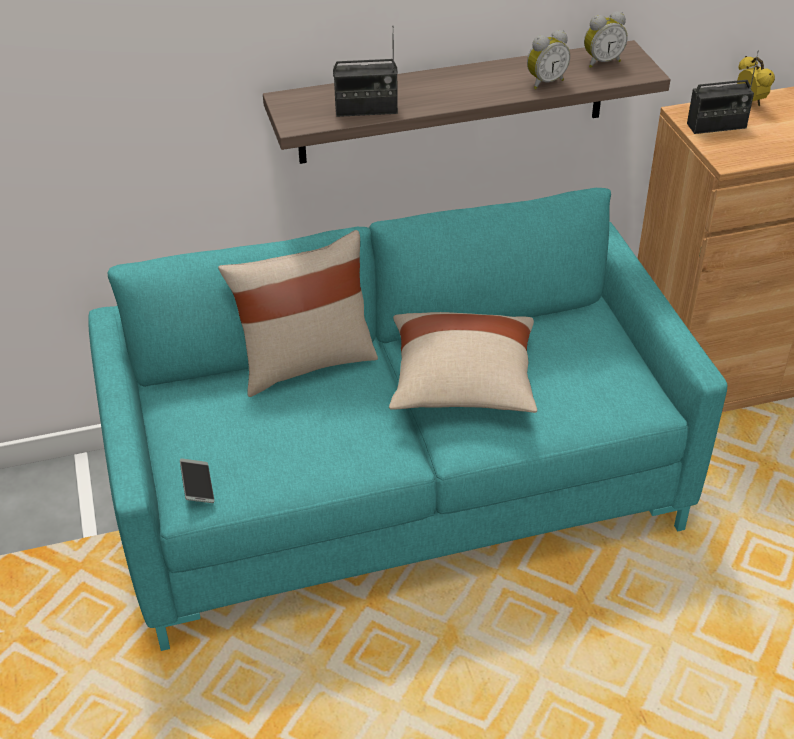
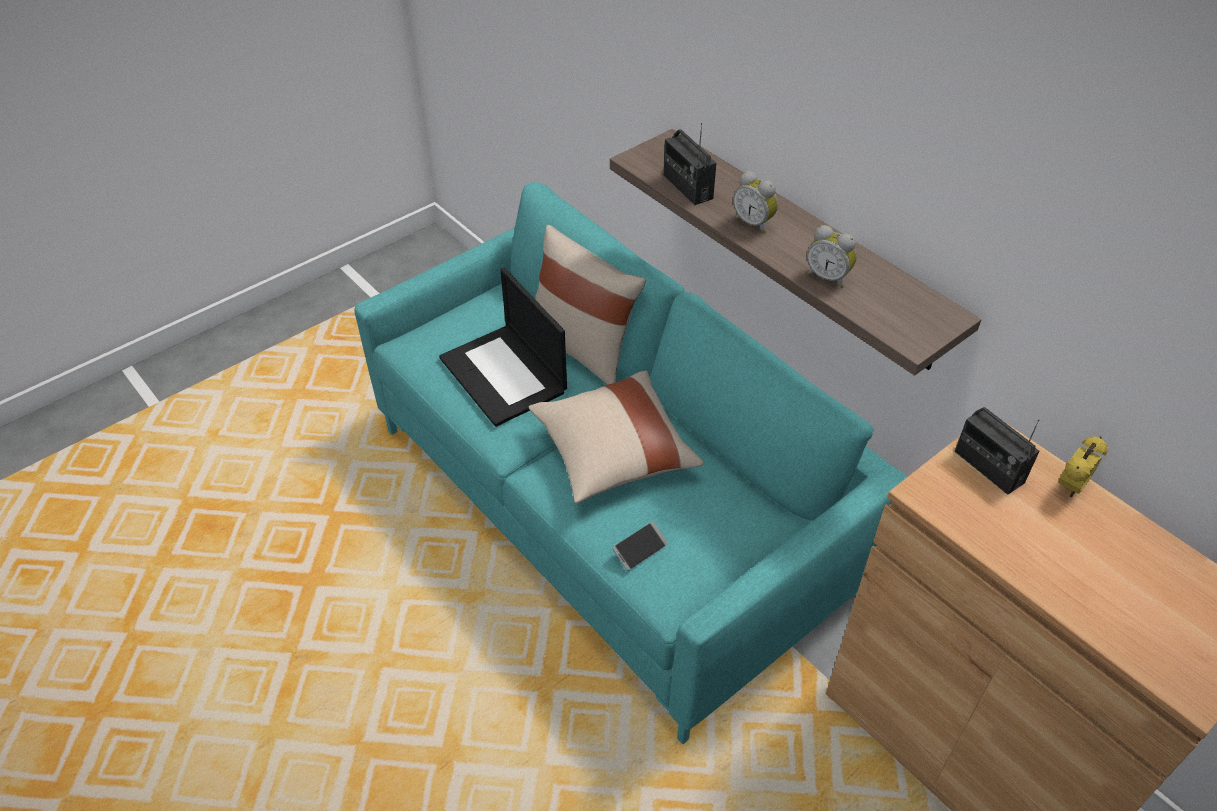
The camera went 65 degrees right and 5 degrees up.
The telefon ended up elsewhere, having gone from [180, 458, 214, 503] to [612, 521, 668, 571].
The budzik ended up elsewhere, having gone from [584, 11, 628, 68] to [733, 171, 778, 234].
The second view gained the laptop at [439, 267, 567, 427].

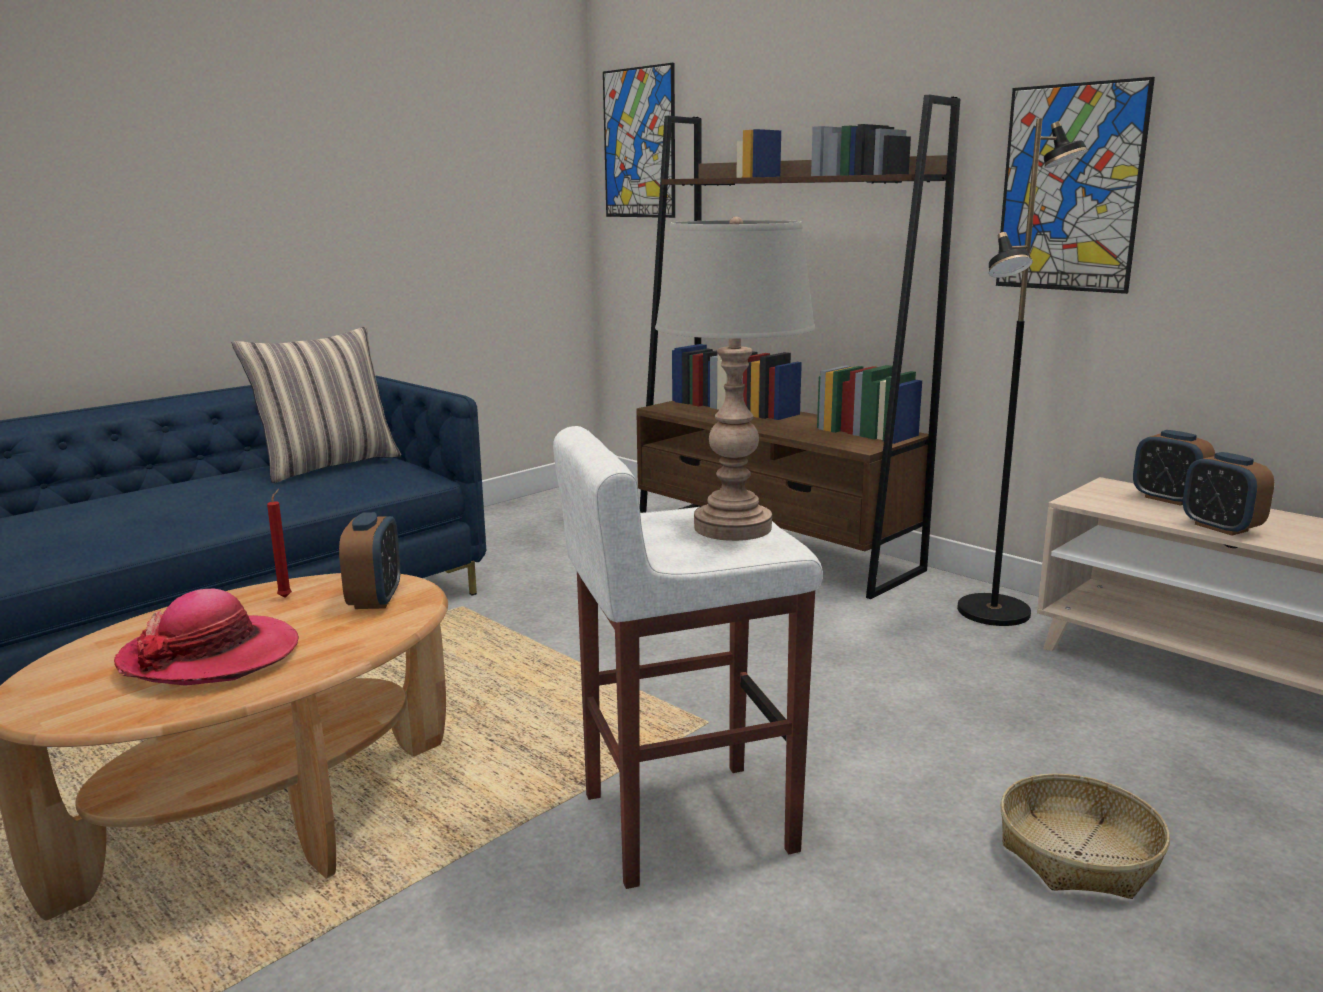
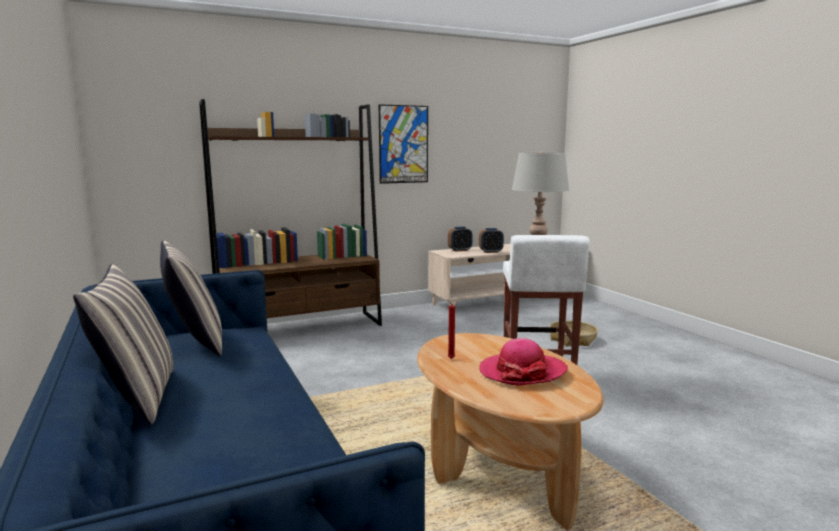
The camera went 70 degrees left and 5 degrees down.
The second view lost the budzik at [339, 512, 401, 609].
The second view lost the obraz at [603, 63, 675, 218].
The second view lost the lampa stojąca [czarny] at [957, 118, 1088, 626].
The second view gained the poduszka at [73, 263, 173, 425].

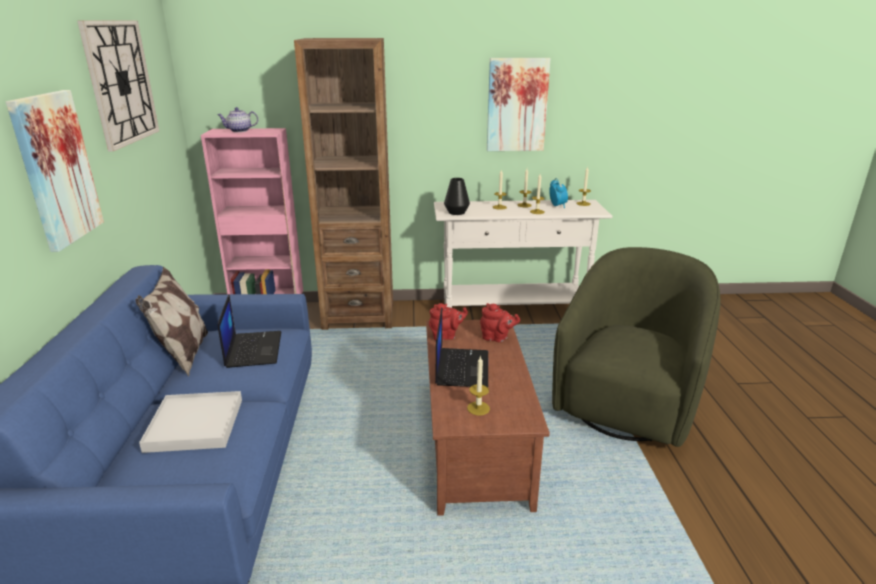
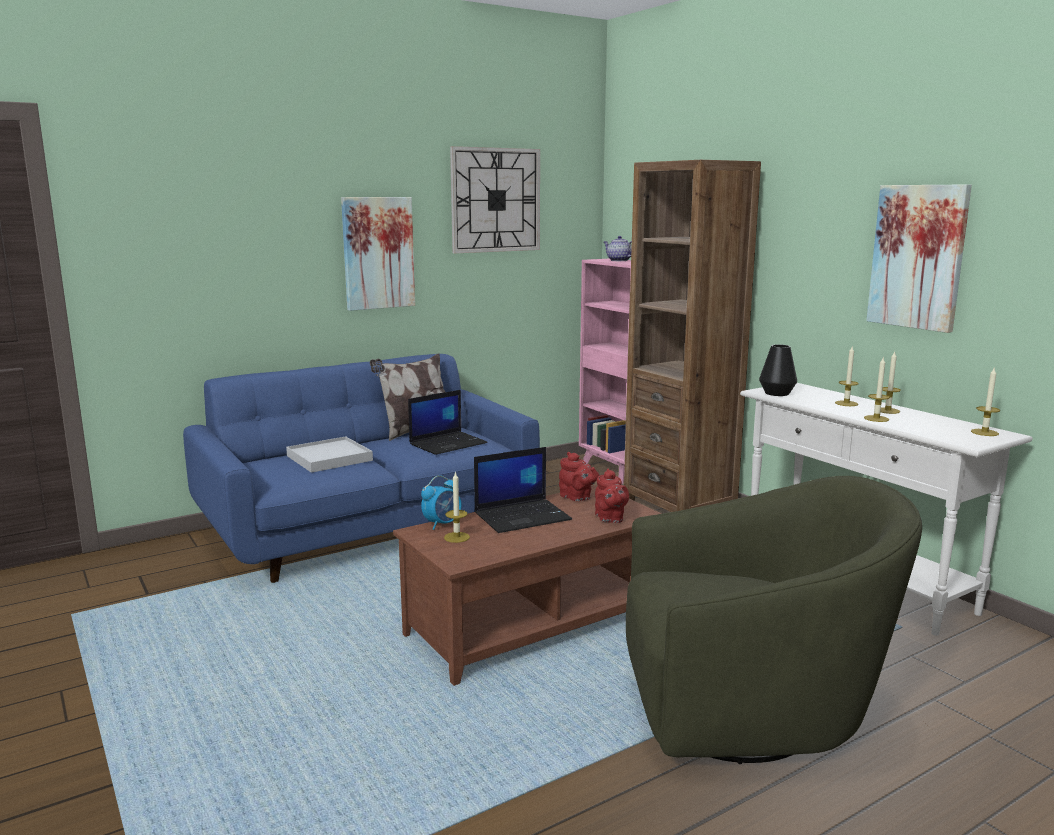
The camera went 60 degrees right and 10 degrees down.
The budzik ended up elsewhere, having gone from [549, 178, 568, 208] to [421, 475, 462, 530].

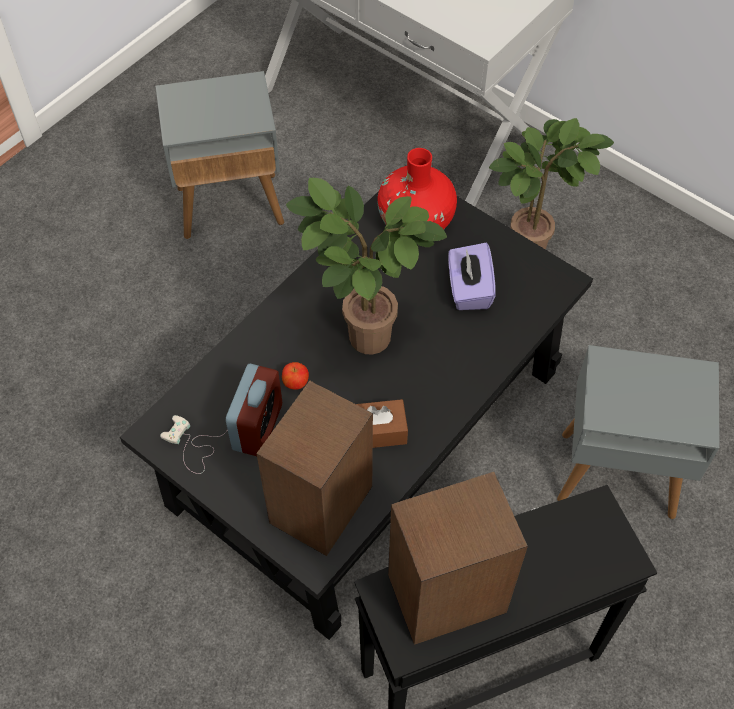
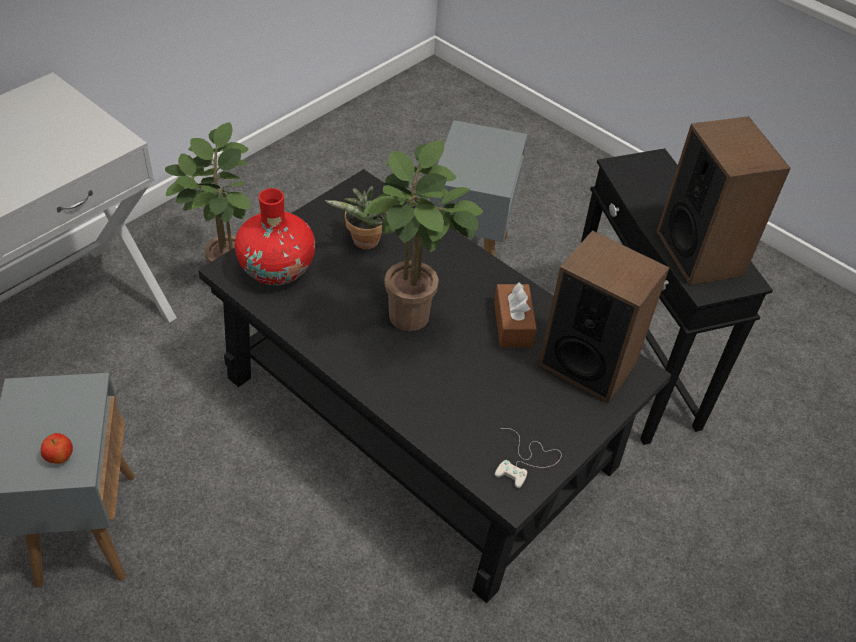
The camera went 90 degrees left and 10 degrees down.
The second view lost the budzik at [226, 363, 282, 456].
The jabłko ended up elsewhere, having gone from [282, 362, 309, 390] to [41, 433, 73, 464].
Where the pudełko chusteczek [fioletowy] stood at [448, 243, 496, 310], the roślina doniczkowa came to stand at [324, 186, 387, 249].

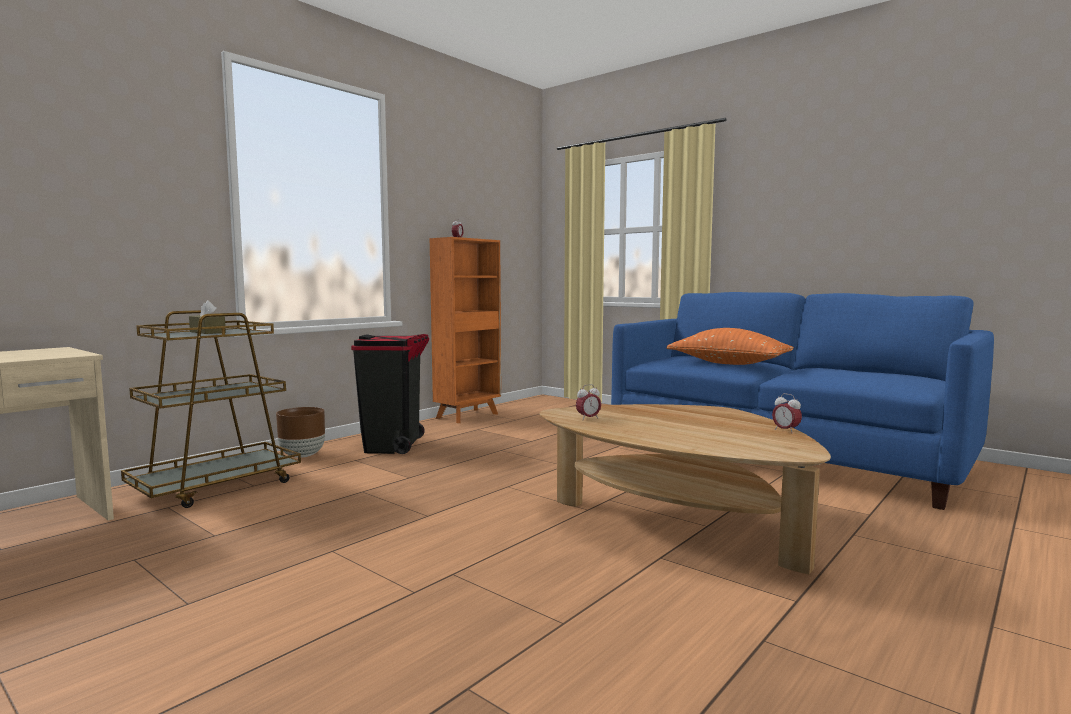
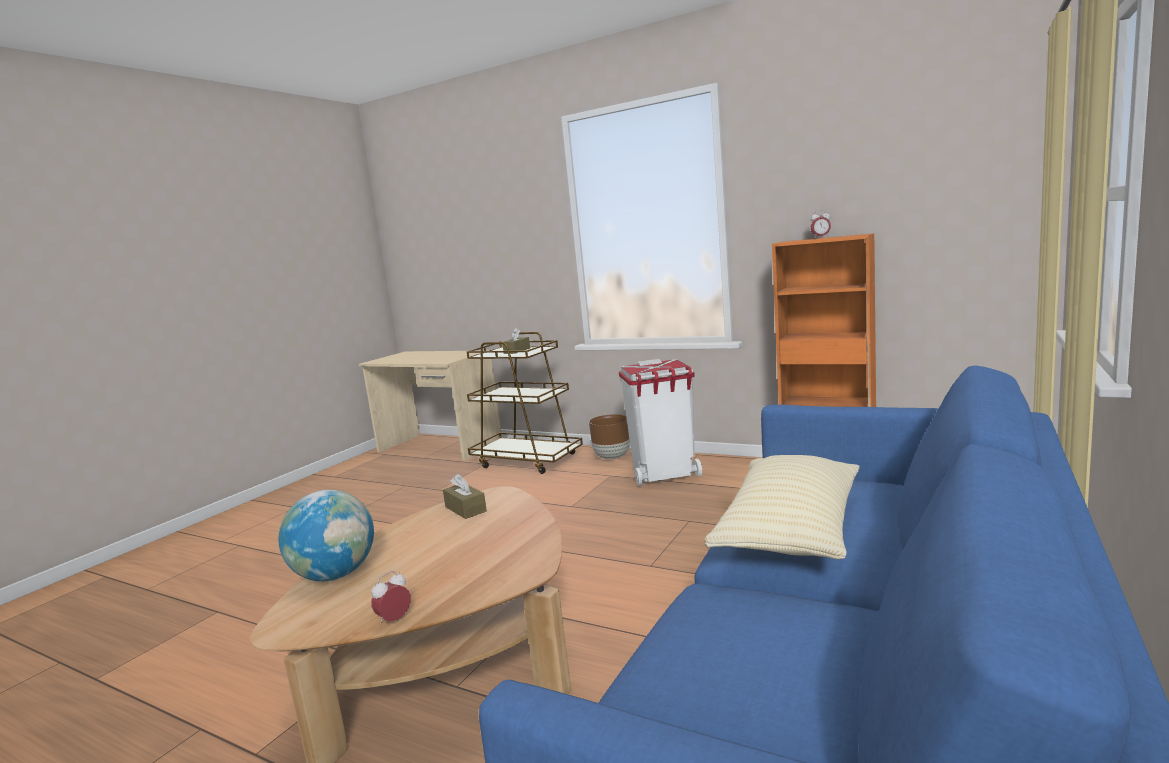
The camera went 80 degrees right and 5 degrees up.
What was the kosz na śmieci [czarny] at [351, 334, 429, 454] turned into the kosz na śmieci [biały] at [619, 359, 702, 486].
Where the budzik stood at [576, 384, 601, 419], the pudełko chusteczek [brązowy] came to stand at [443, 474, 487, 519].
What was the poduszka [pomarańczowy] at [666, 328, 794, 365] turned into the poduszka [beżowy] at [704, 455, 860, 559].
The second view gained the globus at [278, 490, 374, 581].

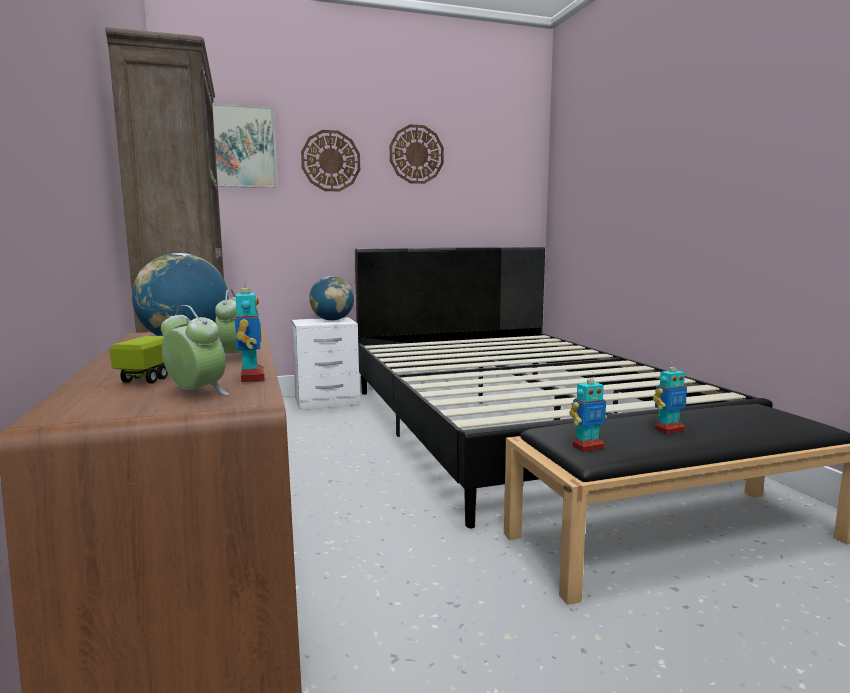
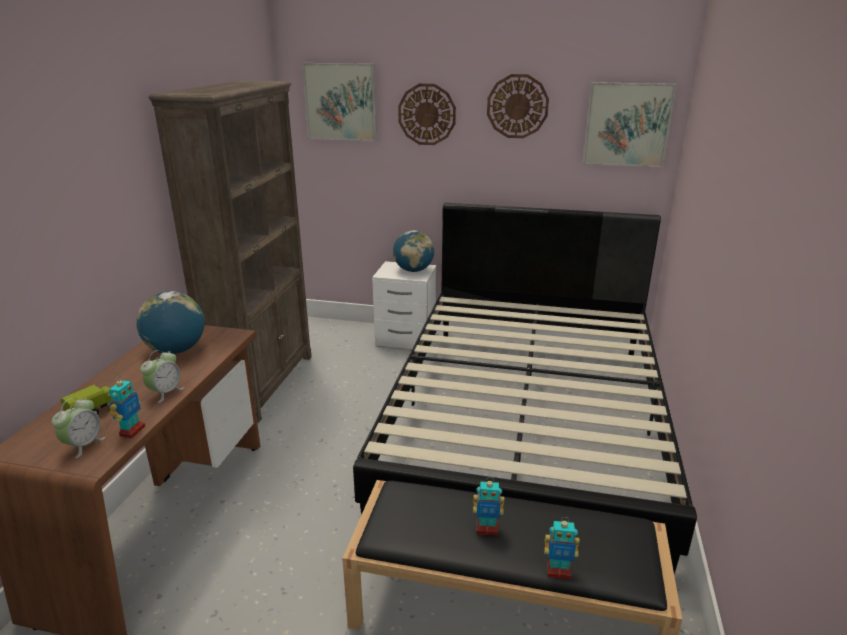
The camera went 30 degrees right and 15 degrees up.
The budzik at [161, 305, 229, 395] ended up facing another way, 45 degrees clockwise from before.
The robot zabawkowy ended up elsewhere, having gone from [569, 372, 607, 452] to [544, 518, 580, 579].
The second view gained the obraz at [583, 82, 677, 167].

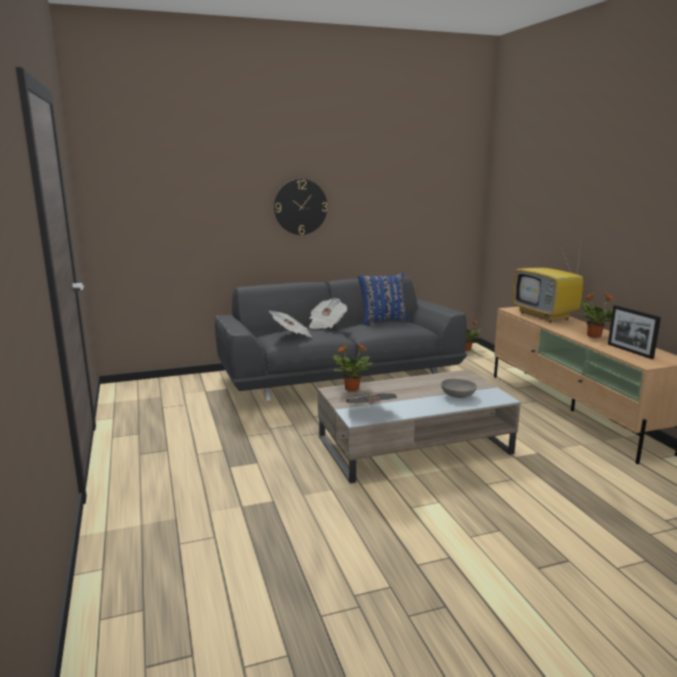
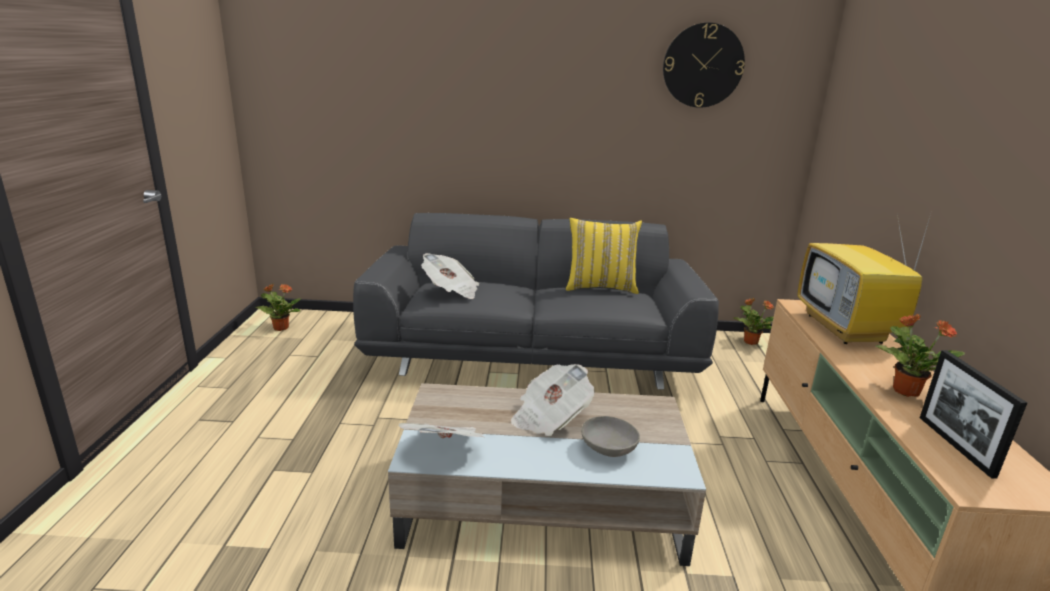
The camera went 20 degrees right and 5 degrees up.
The zegar ścienny ended up elsewhere, having gone from [274, 179, 328, 235] to [663, 23, 745, 108].
The gazeta ended up elsewhere, having gone from [309, 298, 347, 329] to [511, 364, 595, 436].
The roślina doniczkowa ended up elsewhere, having gone from [333, 343, 372, 391] to [256, 284, 301, 331].
What was the poduszka [niebieski] at [358, 272, 409, 325] turned into the poduszka [żółty] at [566, 218, 642, 294].

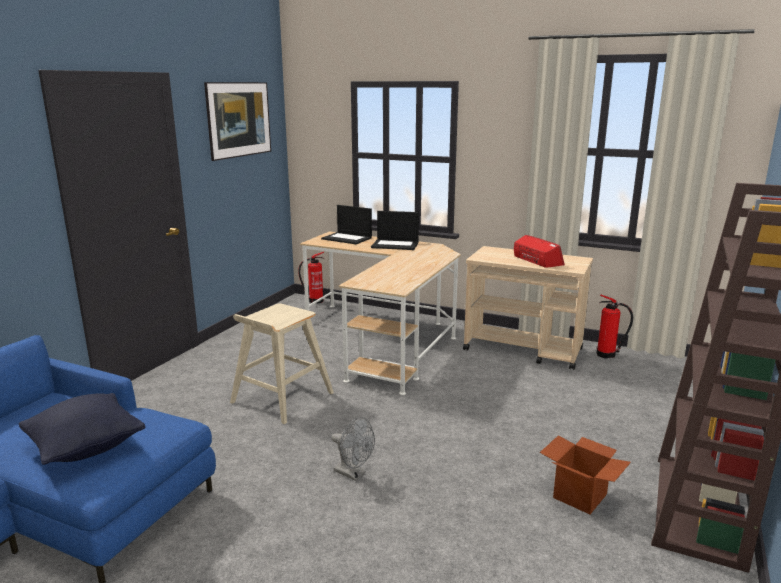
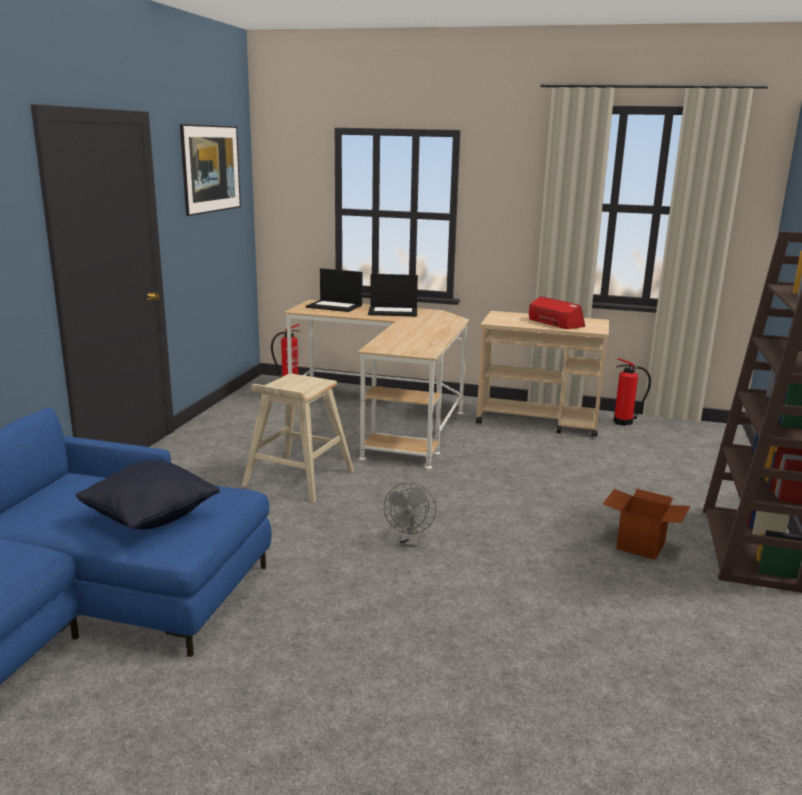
The camera went 10 degrees left and 0 degrees up.
The wentylator [szary] at [331, 417, 375, 481] ended up facing another way, 75 degrees clockwise from before.

